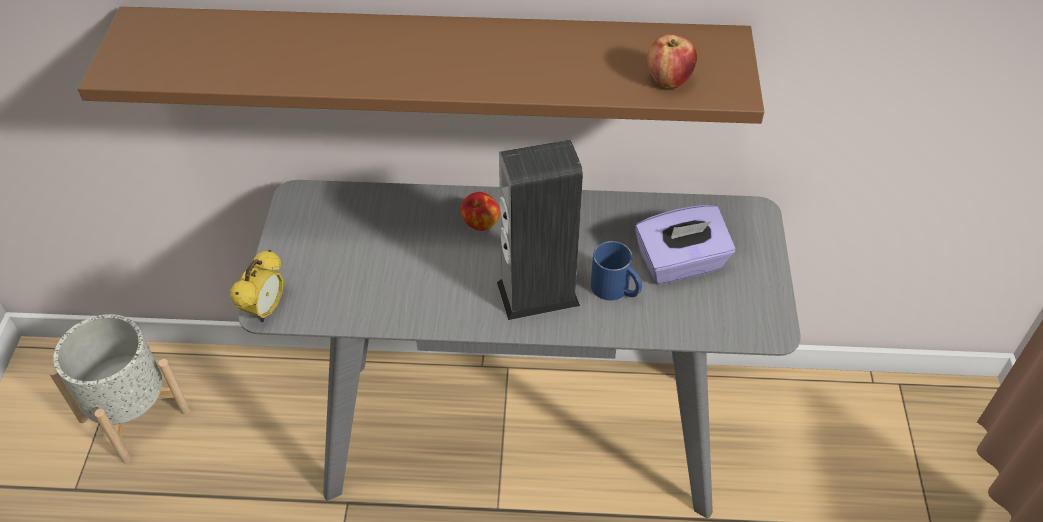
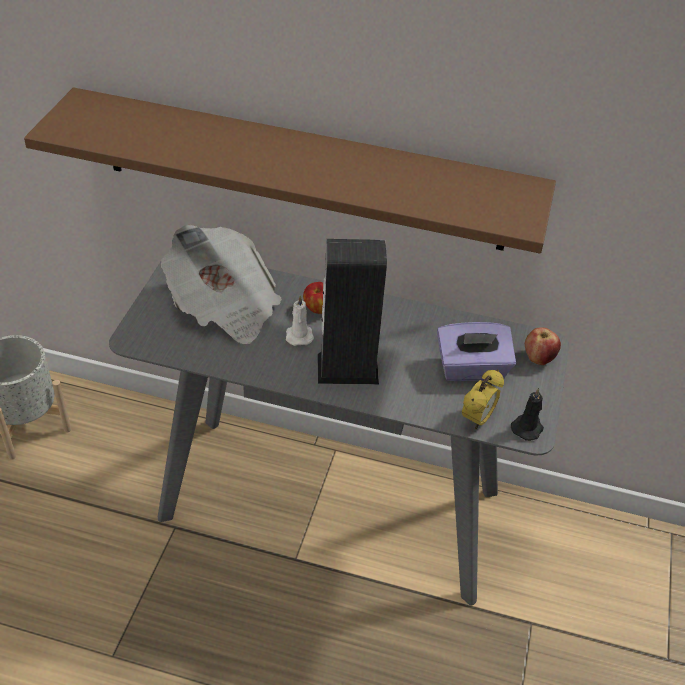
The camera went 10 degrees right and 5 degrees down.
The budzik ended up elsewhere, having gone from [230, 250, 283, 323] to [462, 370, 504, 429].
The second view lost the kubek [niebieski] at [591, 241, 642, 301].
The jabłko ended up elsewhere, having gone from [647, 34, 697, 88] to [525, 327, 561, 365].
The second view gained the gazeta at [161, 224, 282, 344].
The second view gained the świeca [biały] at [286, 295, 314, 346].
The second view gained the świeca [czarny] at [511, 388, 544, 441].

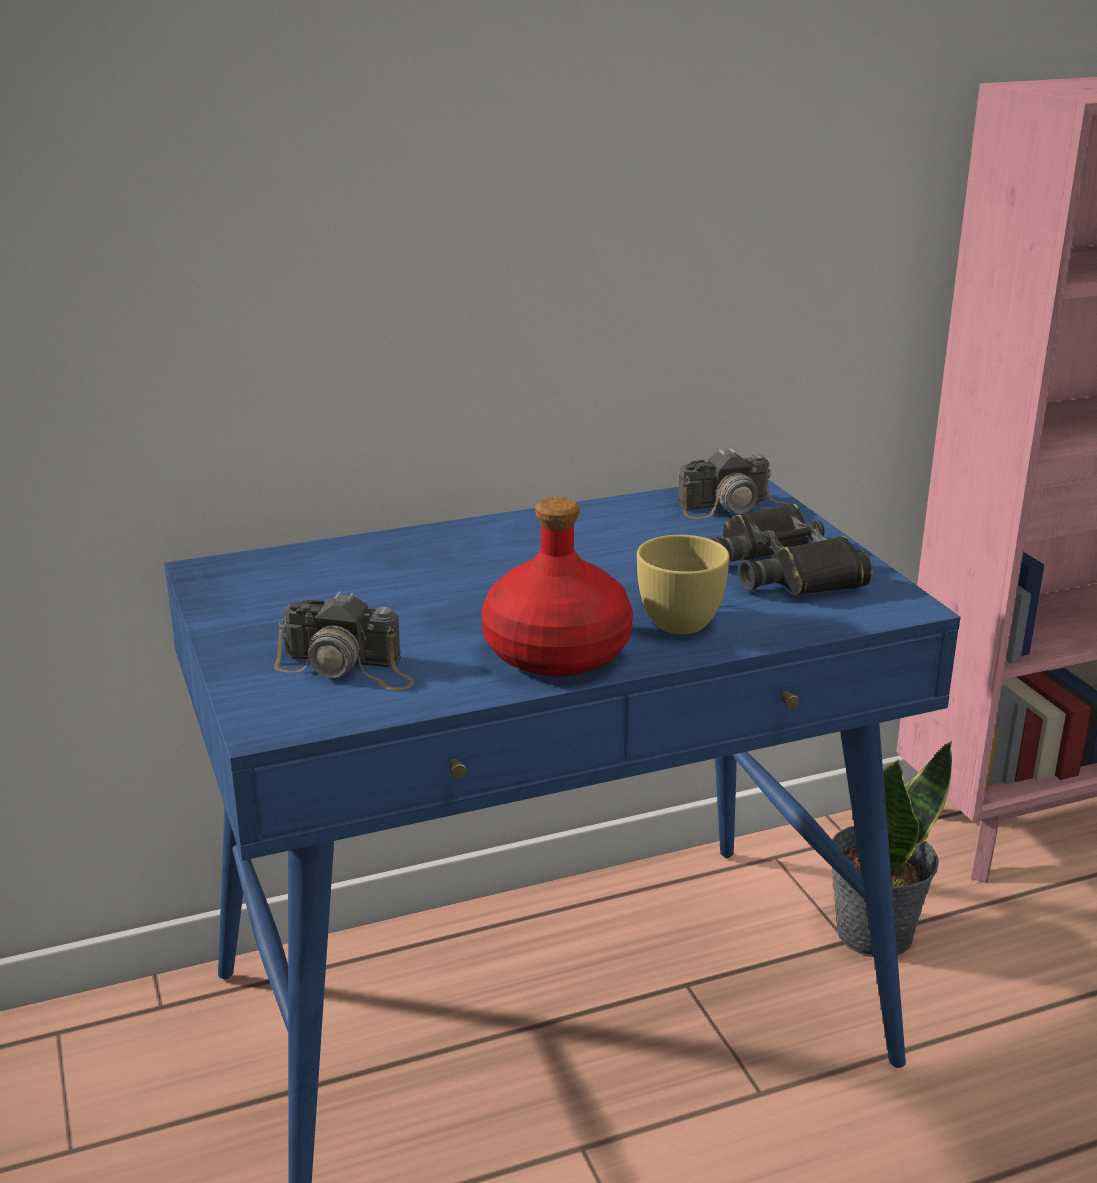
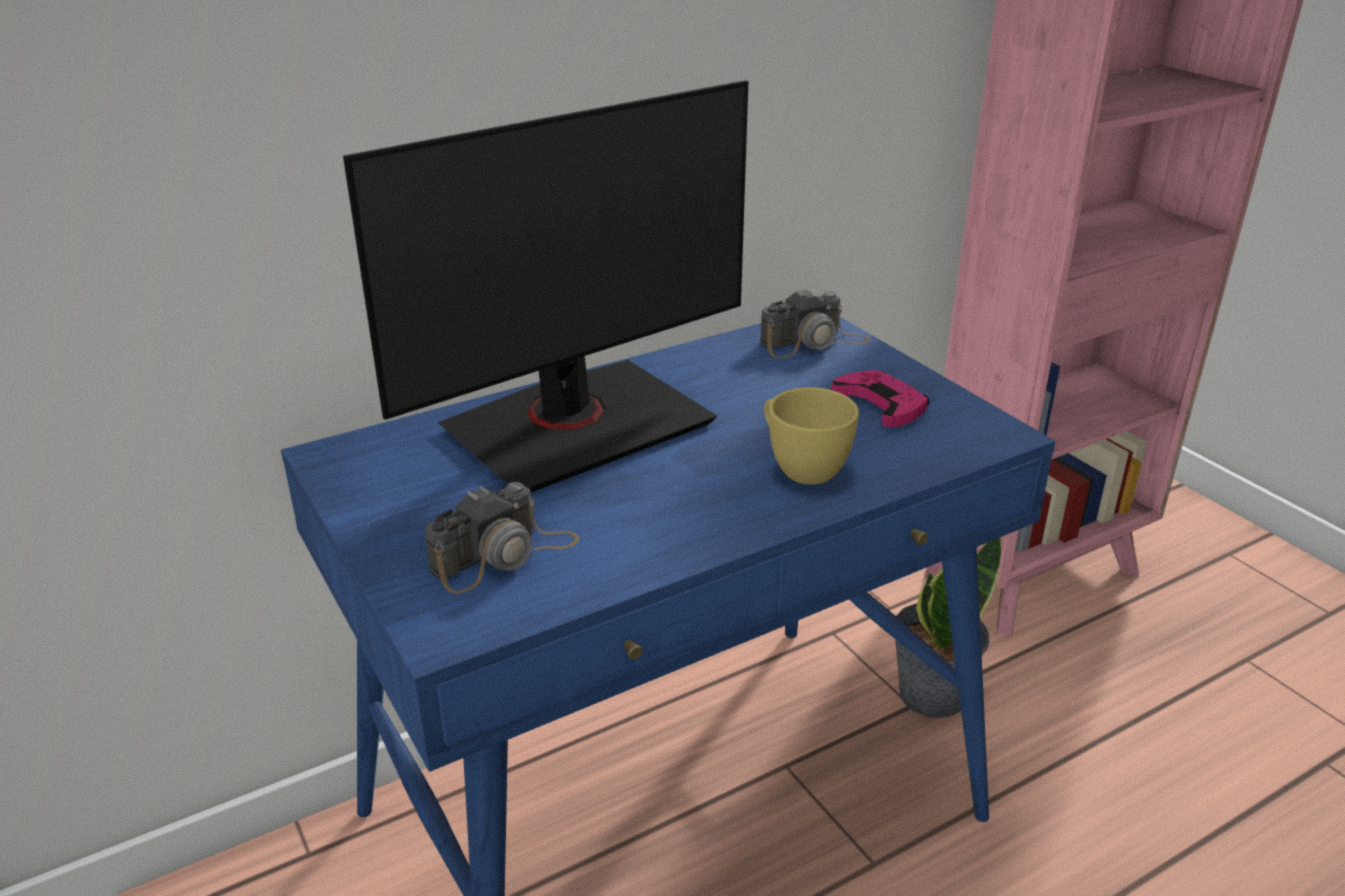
The camera went 10 degrees left and 5 degrees up.
The aparat fotograficzny at [274, 592, 414, 690] ended up facing another way, 45 degrees counterclockwise from before.
The second view lost the butelka [czerwony] at [481, 497, 633, 677].
Where the lornetka [czarny] stood at [711, 504, 873, 595], the pad do gier [różowy] came to stand at [832, 370, 930, 428].
The second view gained the monitor at [343, 80, 748, 492].

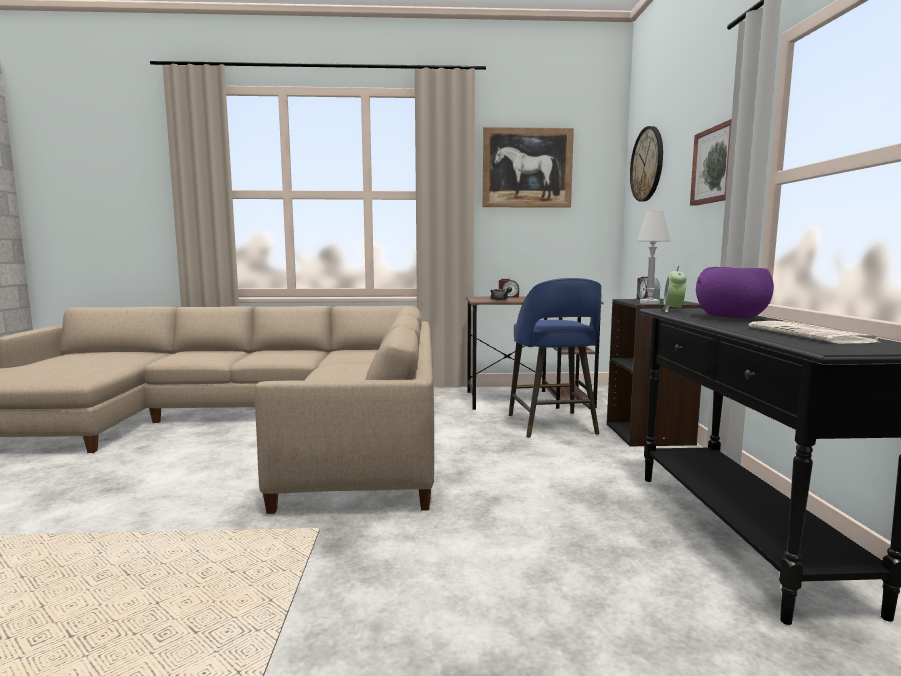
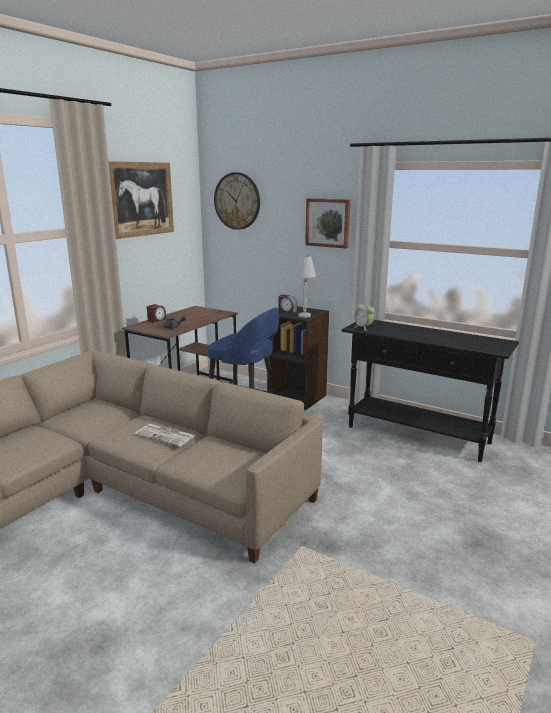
The camera went 55 degrees left and 10 degrees up.
The second view lost the miska [fioletowy] at [696, 267, 774, 318].
The gazeta ended up elsewhere, having gone from [749, 321, 882, 344] to [135, 424, 195, 447].

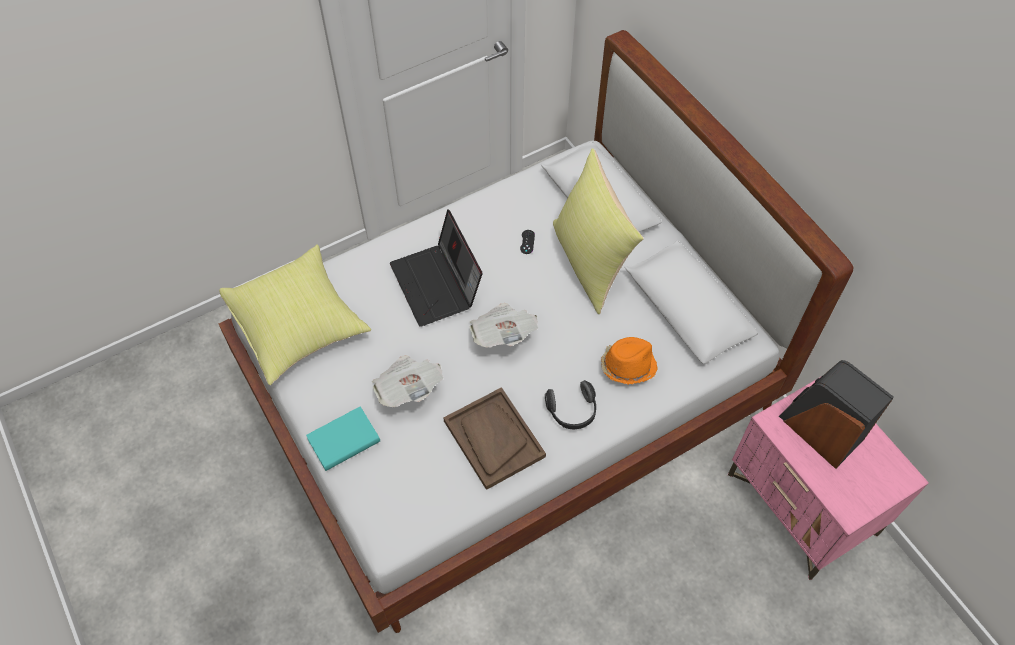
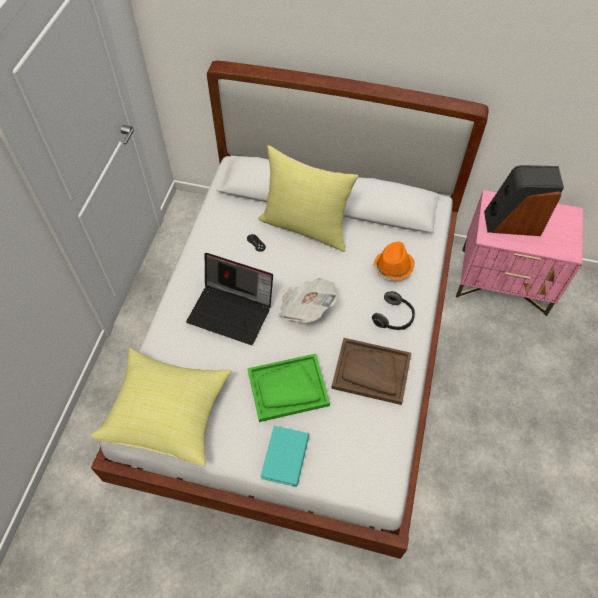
The camera went 45 degrees left and 0 degrees up.
Where the gazeta stood at [372, 355, 444, 407], the taca [zielony] came to stand at [248, 354, 330, 422].

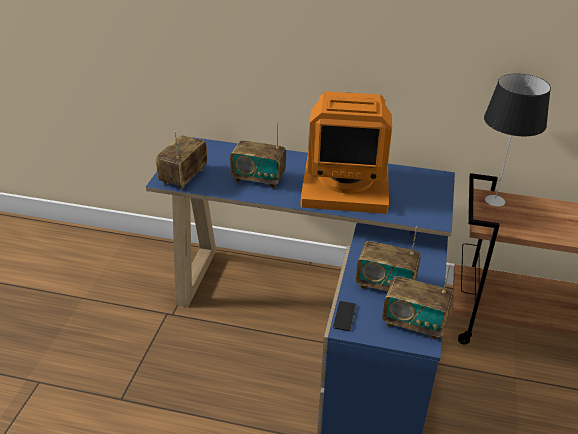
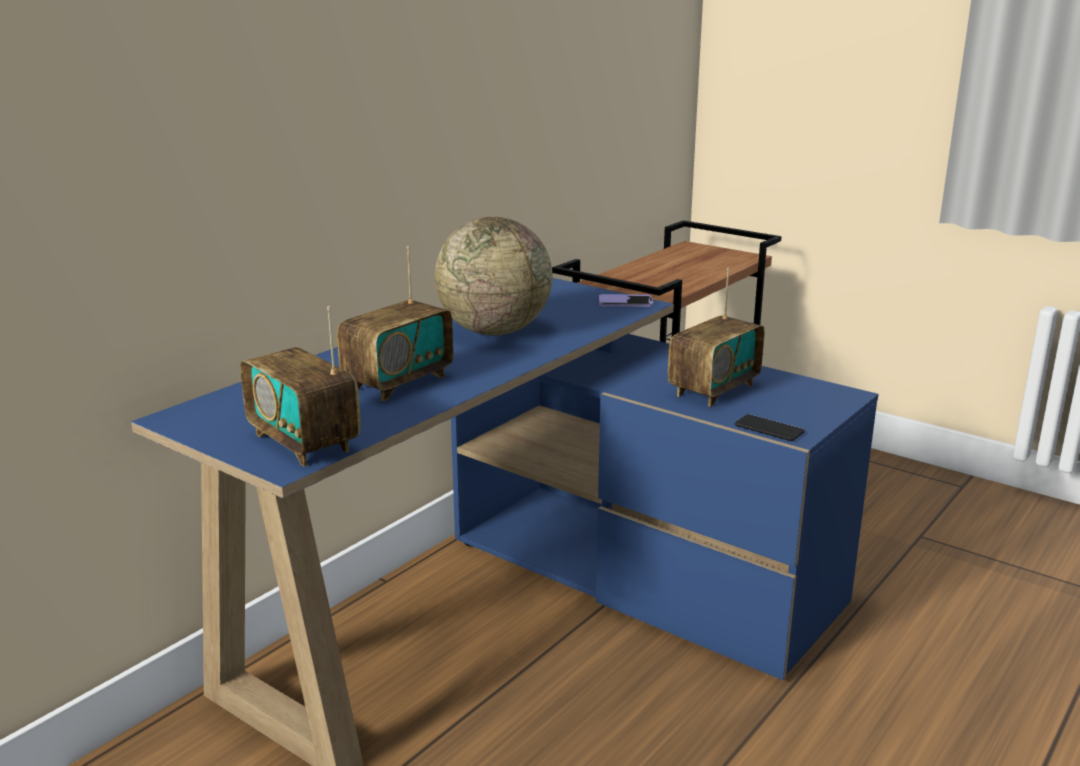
The camera went 65 degrees left and 15 degrees down.
Where the monitor stood at [300, 91, 392, 214], the globus came to stand at [435, 217, 553, 336].
The second view lost the radio at [382, 264, 453, 340].
The second view lost the lampa stołowa at [484, 74, 551, 206].
The second view gained the telefon at [599, 294, 653, 307].

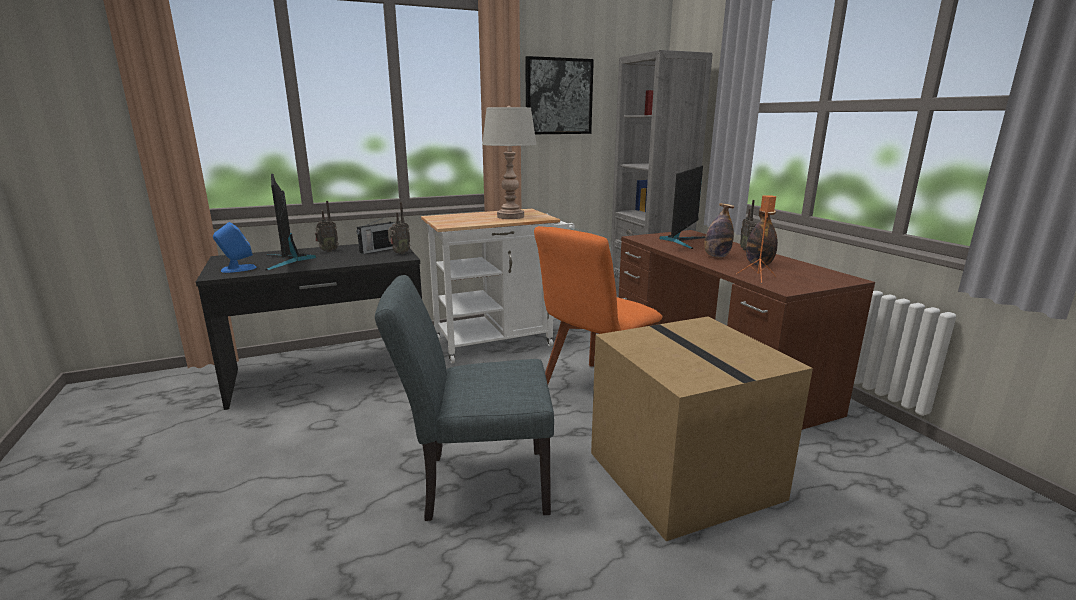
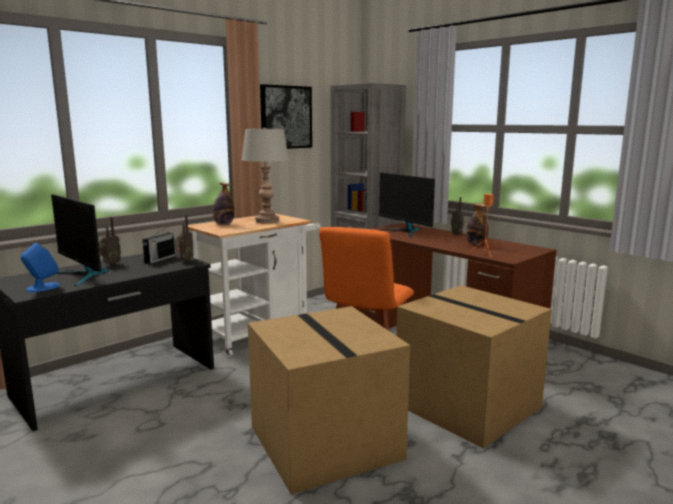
The camera went 20 degrees left and 5 degrees down.
Where the krzesło [szary] stood at [375, 275, 554, 521], the karton came to stand at [248, 306, 410, 494].
The monitor at [659, 165, 705, 249] ended up facing another way, 135 degrees clockwise from before.
The butelka ended up elsewhere, having gone from [704, 203, 735, 257] to [213, 183, 234, 225].

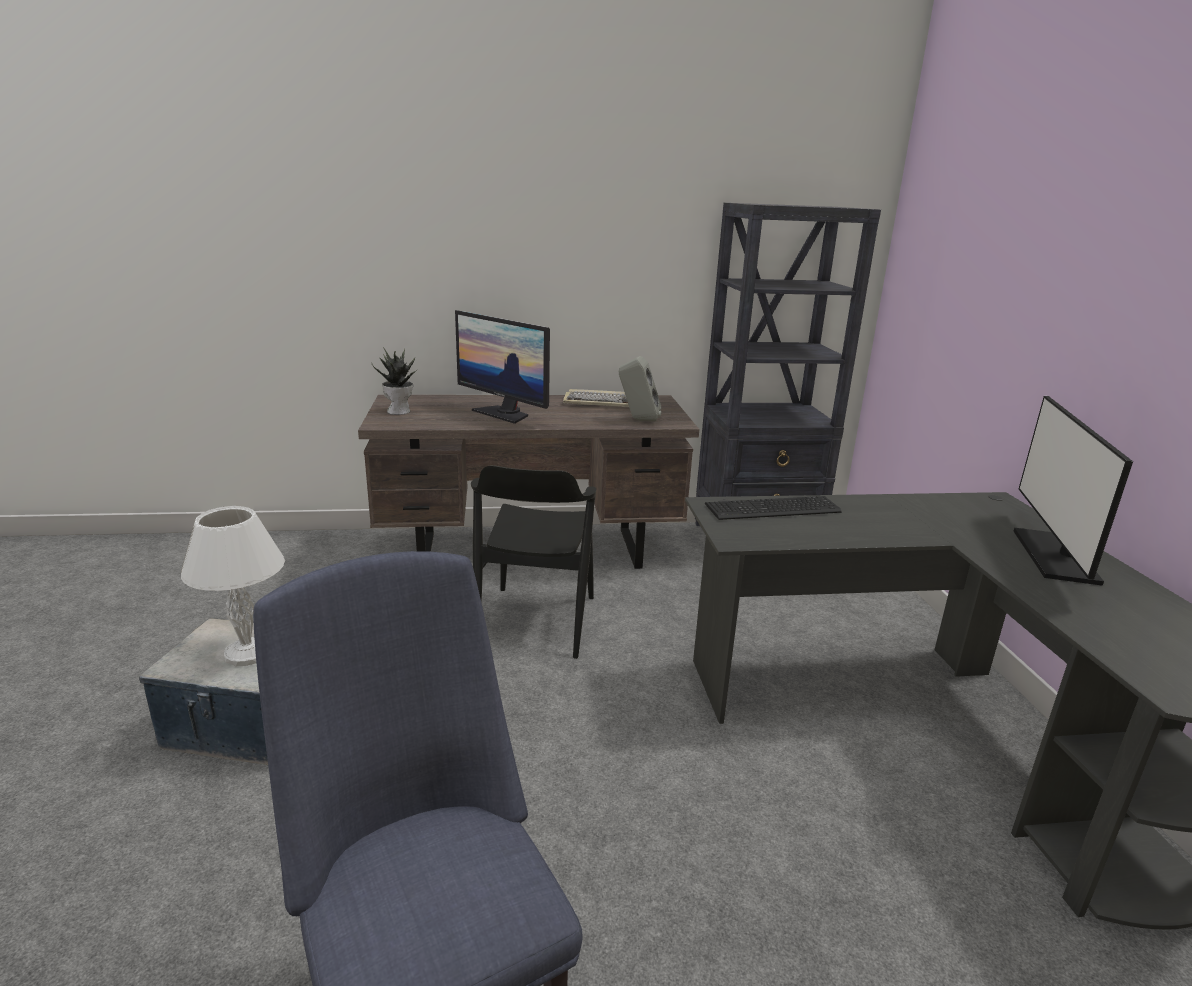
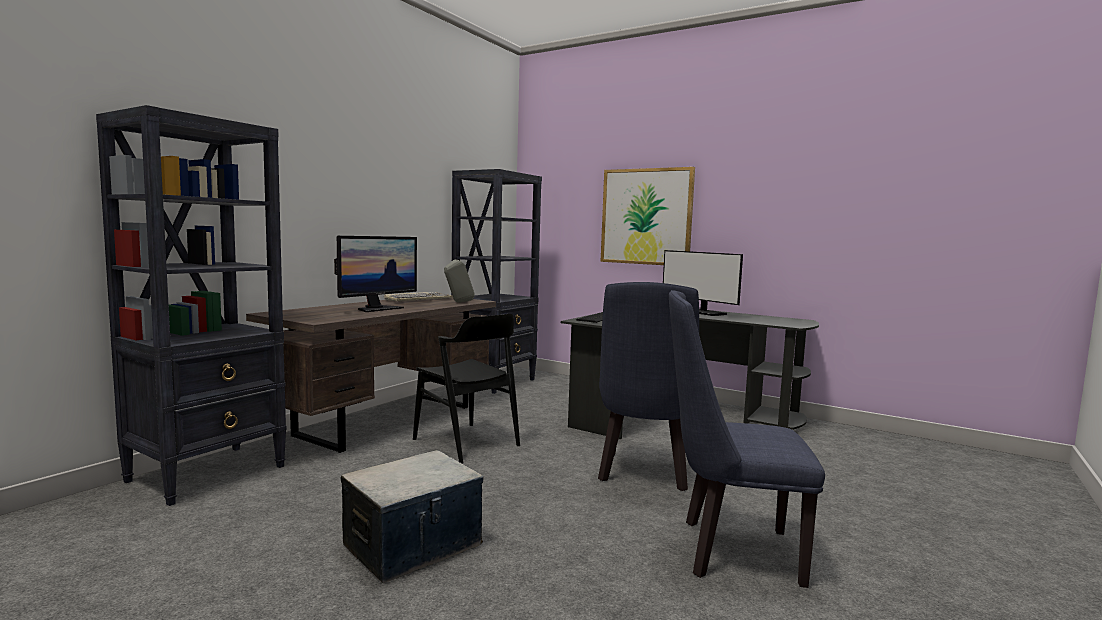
The camera went 50 degrees left and 15 degrees down.
The second view lost the lampa stołowa [biały] at [180, 506, 285, 666].
The second view lost the roślina doniczkowa at [371, 347, 418, 415].
The monitor at [455, 310, 550, 424] ended up facing another way, 45 degrees counterclockwise from before.
The second view gained the regał [czarny] at [96, 105, 287, 506].
The second view gained the krzesło [niebieski] at [598, 282, 699, 491].
The second view gained the obraz at [601, 167, 695, 265].

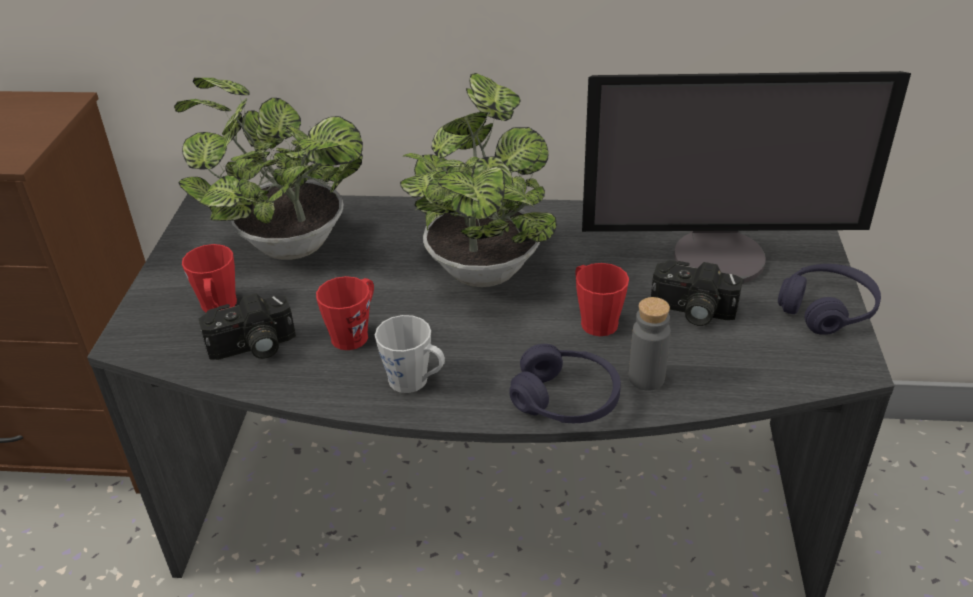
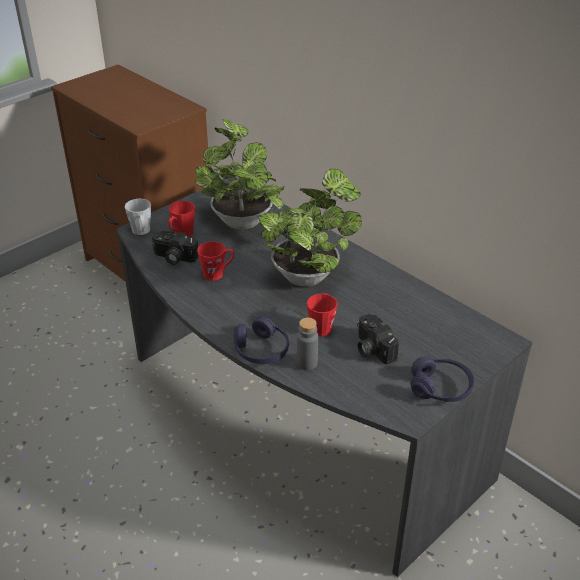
The camera went 40 degrees right and 0 degrees up.
The kubek [szary] ended up elsewhere, having gone from [375, 315, 445, 393] to [125, 199, 151, 235].
The second view lost the monitor at [582, 71, 911, 284].

